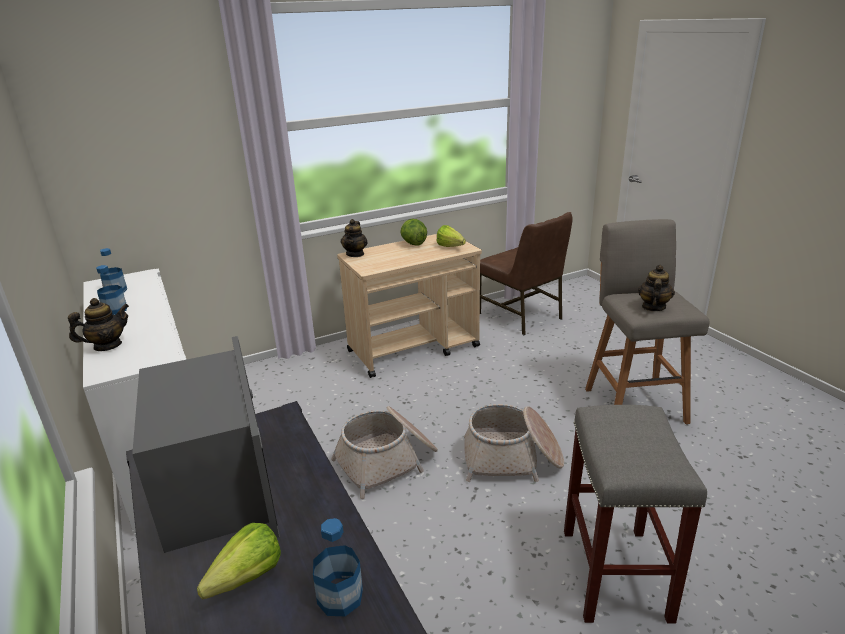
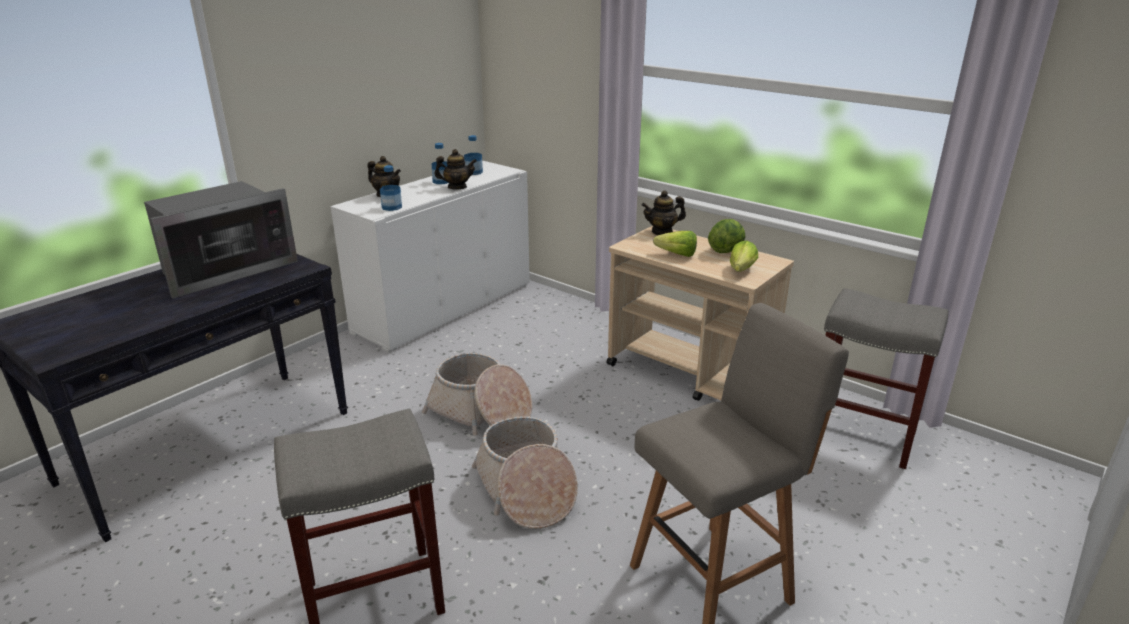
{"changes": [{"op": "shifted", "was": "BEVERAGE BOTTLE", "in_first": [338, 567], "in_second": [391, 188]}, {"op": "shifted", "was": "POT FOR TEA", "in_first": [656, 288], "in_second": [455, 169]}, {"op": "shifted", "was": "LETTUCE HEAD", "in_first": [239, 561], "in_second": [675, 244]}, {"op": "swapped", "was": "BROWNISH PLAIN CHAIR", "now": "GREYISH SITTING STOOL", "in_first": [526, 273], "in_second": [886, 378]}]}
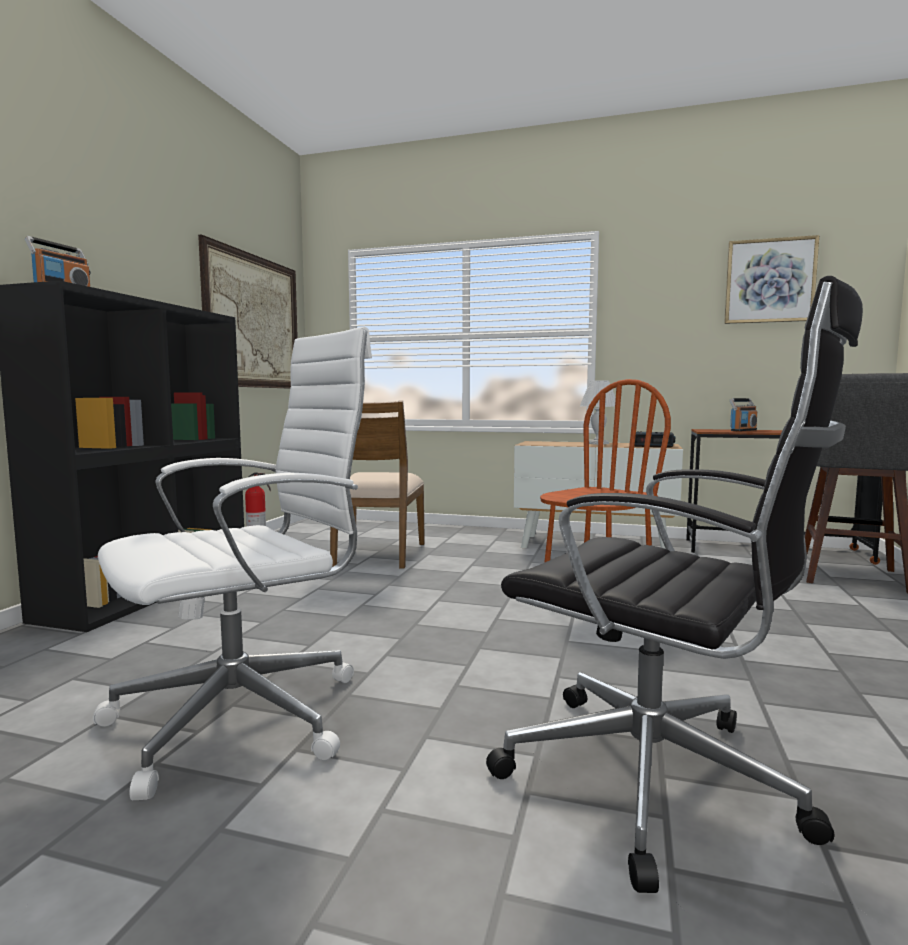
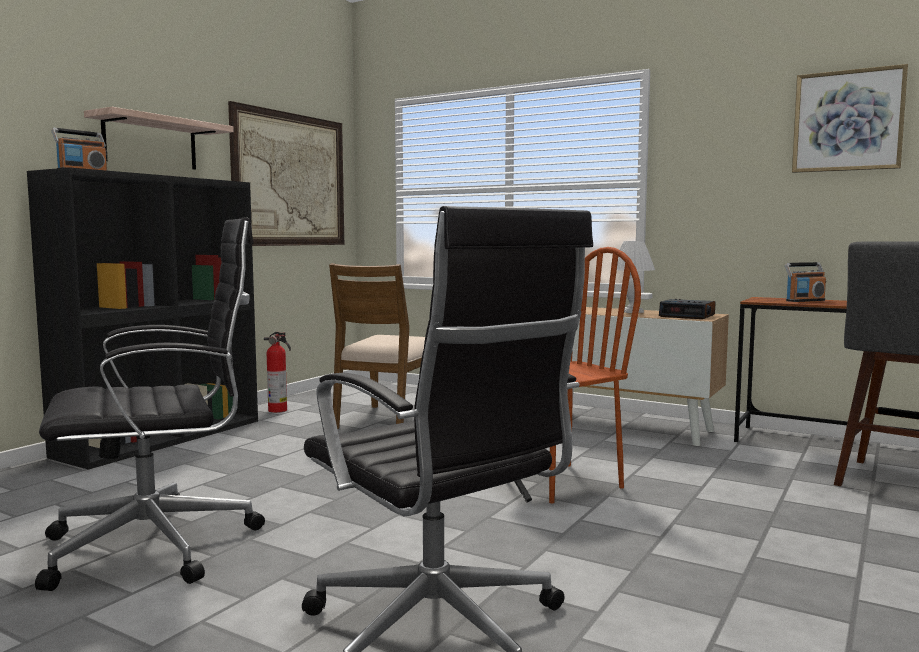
{"changes": [{"op": "repainted", "was": "WHITE-COLOURED OFFICE CHAIR", "now": "BLACK-COLOURED OFFICE CHAIR", "in_first": [232, 563], "in_second": [150, 404]}, {"op": "new", "now": "SHELF", "in_second": [159, 138]}]}
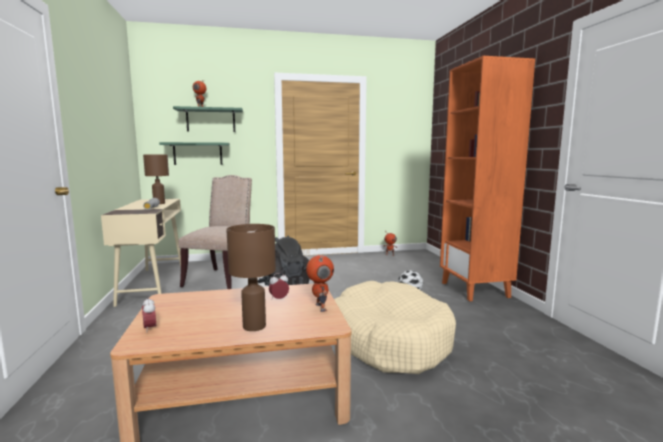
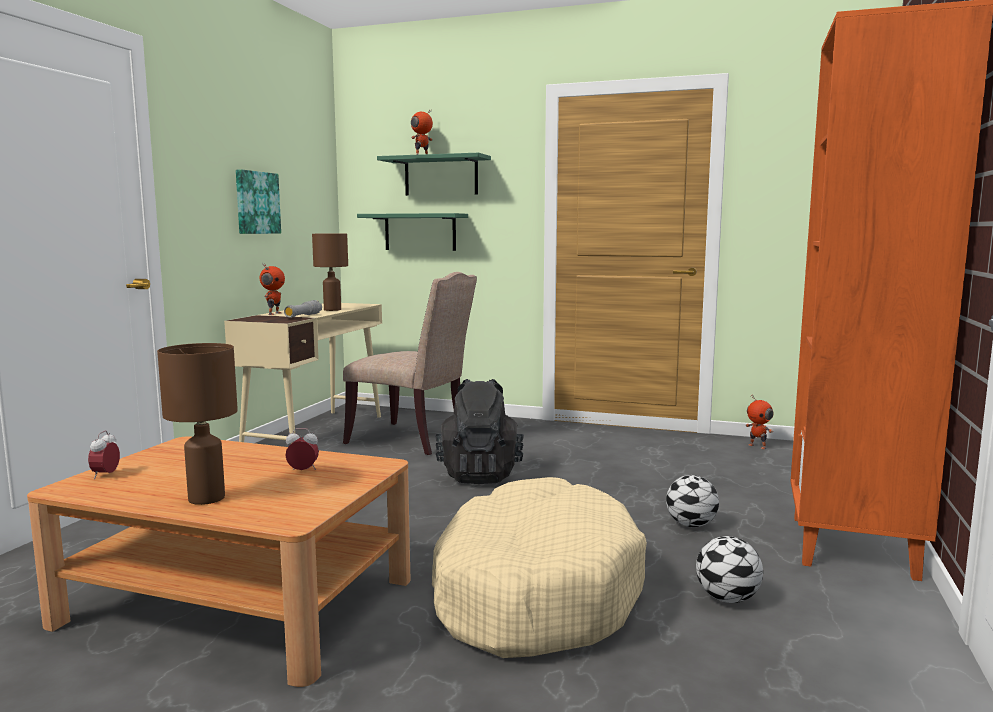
{"changes": [{"op": "new", "now": "PICTURE", "in_second": [258, 201]}, {"op": "shifted", "was": "MODEL ROBOT", "in_first": [320, 283], "in_second": [272, 289]}, {"op": "rotated", "was": "SAND-COLOURED PLAIN CHAIR", "in_first": [215, 232], "in_second": [410, 363], "clockwise": 75}, {"op": "new", "now": "FOOTBALL", "in_second": [729, 569]}]}
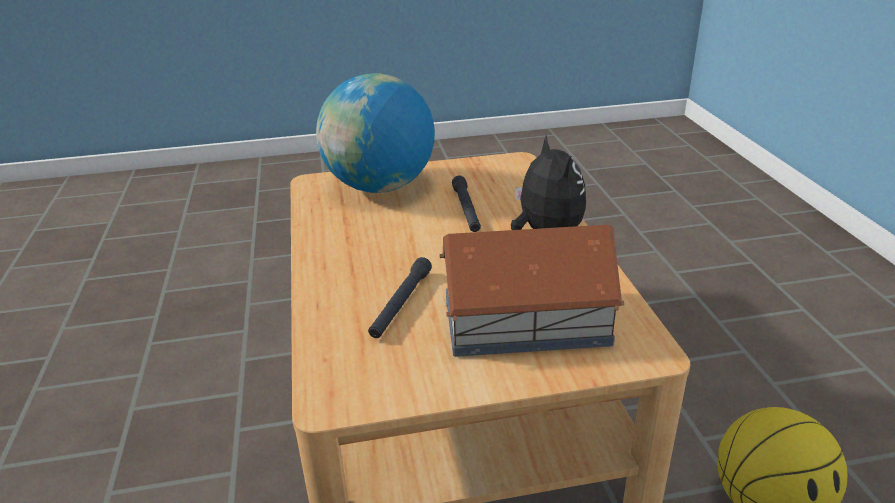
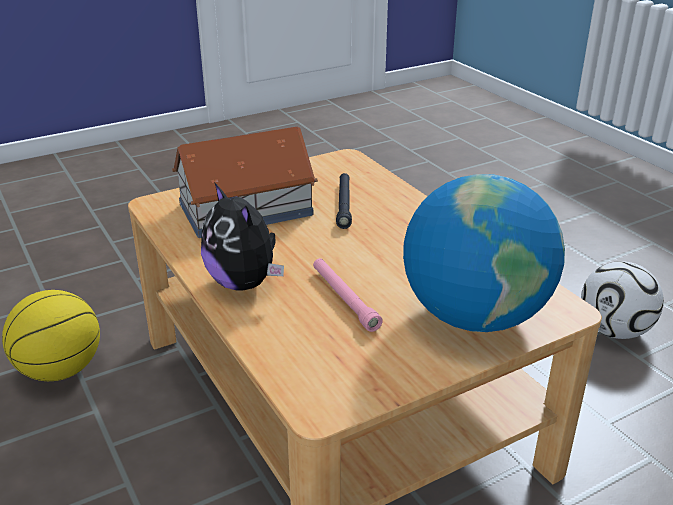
{"changes": [{"op": "repainted", "was": "BLACK-COLOURED FLASHLIGHT", "now": "PINK-COLOURED FLASHLIGHT", "in_first": [466, 204], "in_second": [348, 295]}, {"op": "new", "now": "FOOTBALL", "in_second": [622, 300]}]}
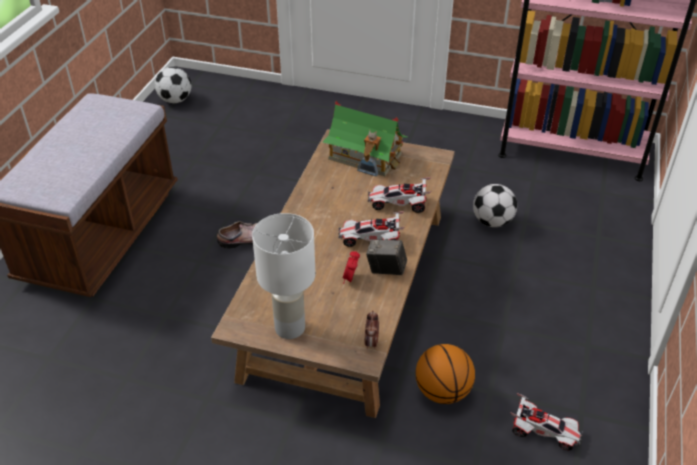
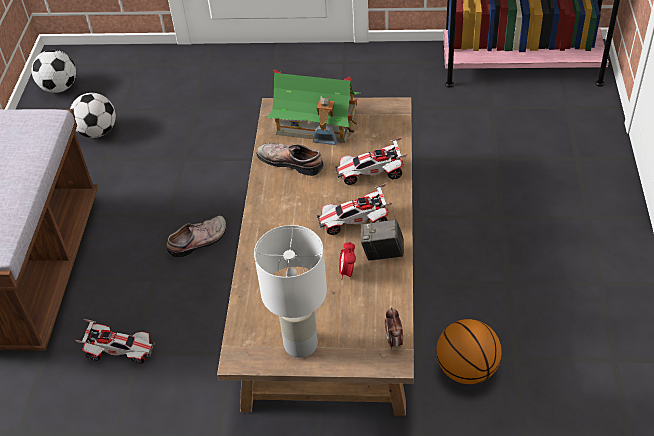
{"changes": [{"op": "shifted", "was": "FOOTBALL", "in_first": [495, 205], "in_second": [93, 115]}, {"op": "shifted", "was": "MINIATURE CAR", "in_first": [546, 421], "in_second": [115, 341]}, {"op": "new", "now": "ITEM OF FOOTWEAR", "in_second": [290, 159]}]}
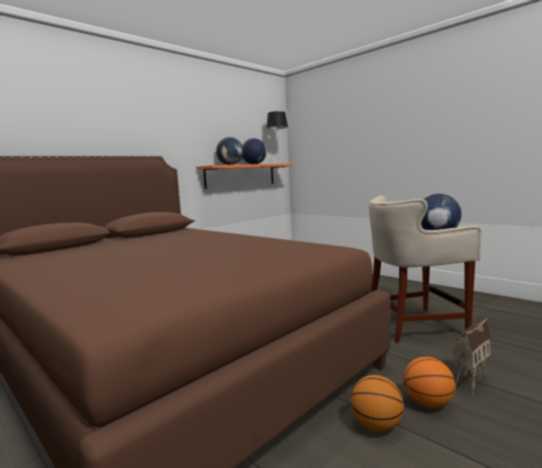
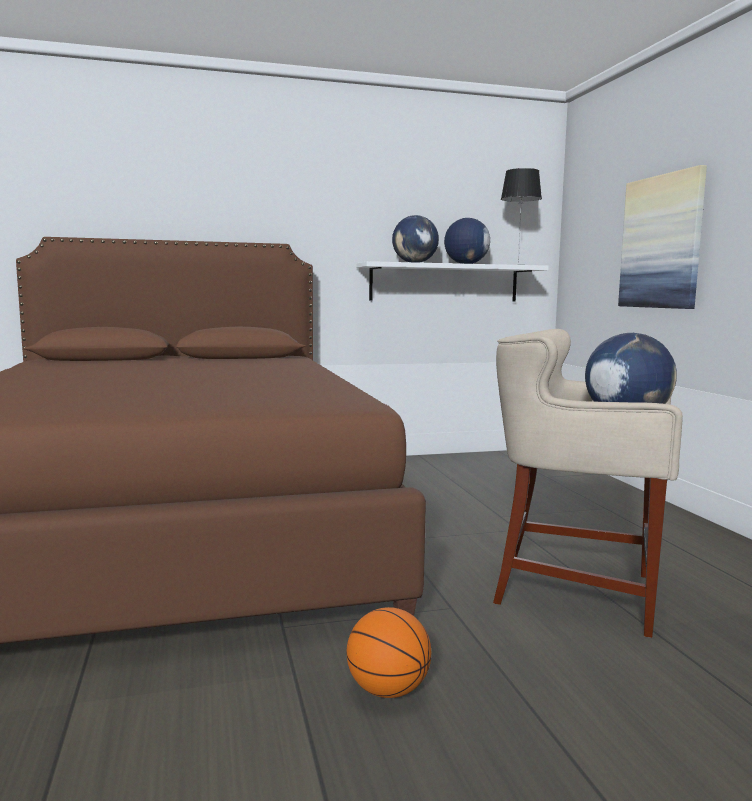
{"changes": [{"op": "repainted", "was": "ORANGE-COLOURED SHELF", "now": "WHITE-COLOURED SHELF", "in_first": [245, 176], "in_second": [452, 281]}, {"op": "new", "now": "PICTURE", "in_second": [662, 237]}, {"op": "gone", "was": "BALL FOR BASKETBALL", "in_first": [377, 403]}, {"op": "gone", "was": "MINIATURE HOUSE", "in_first": [471, 357]}]}
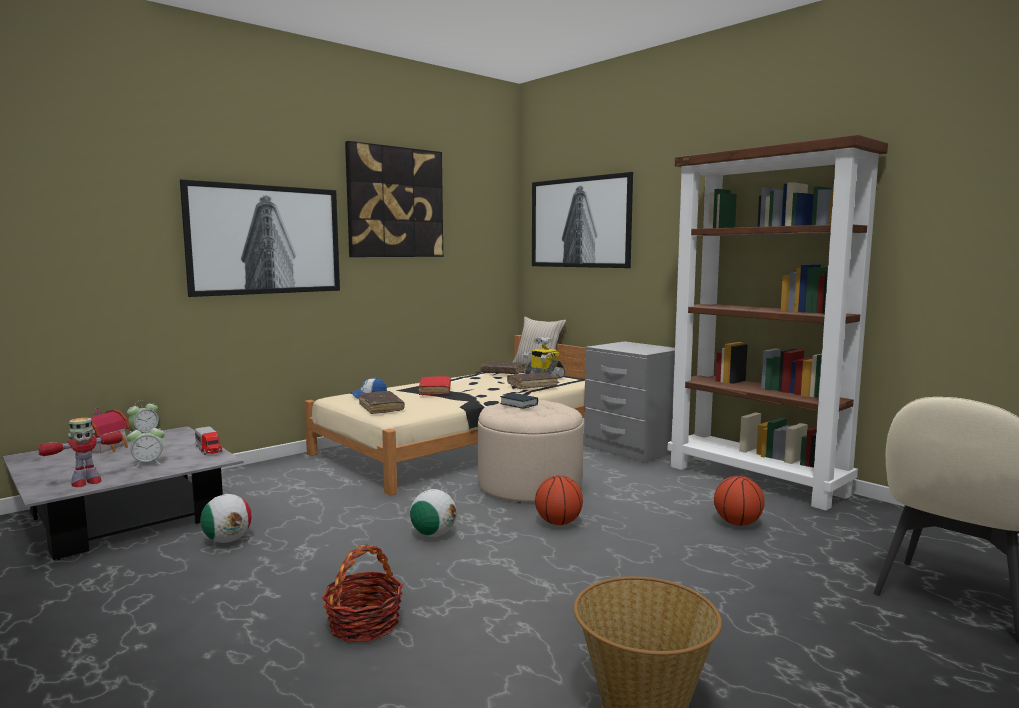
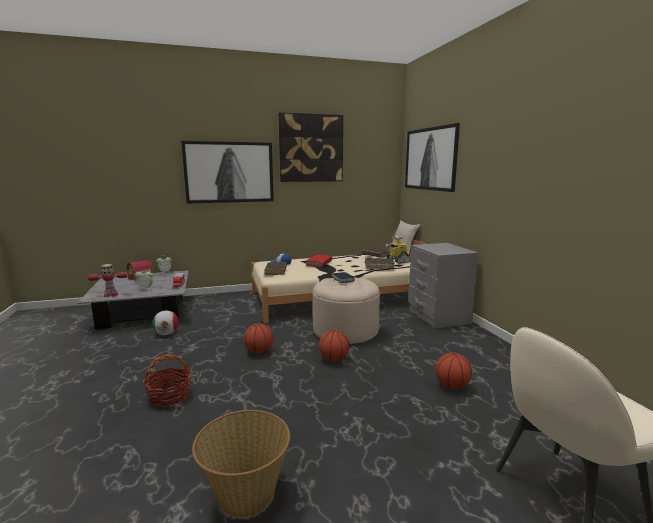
{"changes": [{"op": "swapped", "was": "FOOTBALL", "now": "BALL FOR BASKETBALL", "in_first": [433, 513], "in_second": [259, 338]}, {"op": "gone", "was": "BROWNISH SHELVING UNIT", "in_first": [777, 323]}]}
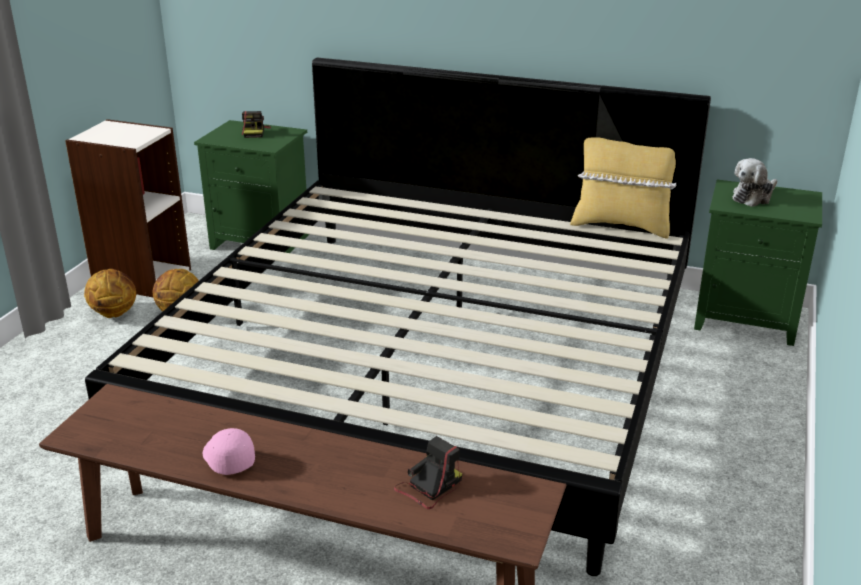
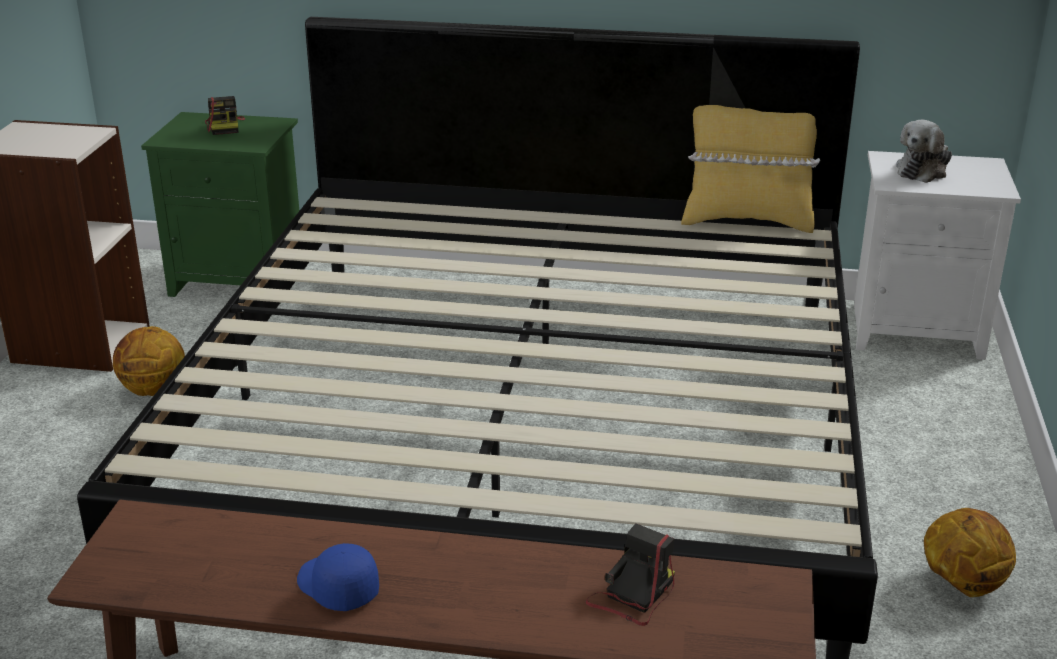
{"changes": [{"op": "repainted", "was": "PINK-COLOURED BASEBALL CAP", "now": "BLUE-COLOURED BASEBALL CAP", "in_first": [229, 451], "in_second": [338, 577]}, {"op": "repainted", "was": "GREEN BEDSIDE TABLE", "now": "WHITE-COLOURED BEDSIDE TABLE", "in_first": [758, 263], "in_second": [937, 255]}, {"op": "shifted", "was": "BALL FOR BASKETBALL", "in_first": [110, 293], "in_second": [970, 552]}]}
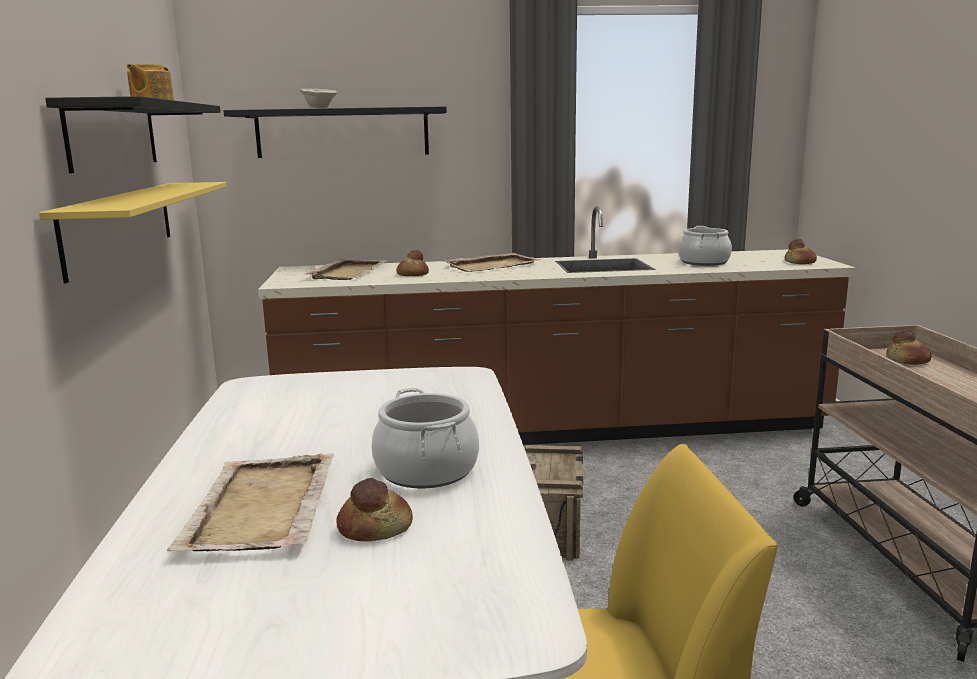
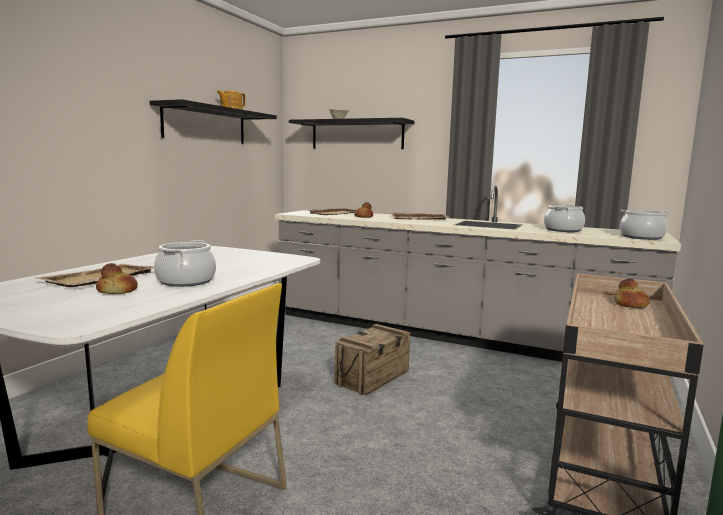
{"changes": [{"op": "repainted", "was": "BROWNISH KITCHEN COUNTER", "now": "GREYISH KITCHEN COUNTER", "in_first": [557, 325], "in_second": [478, 273]}, {"op": "swapped", "was": "BREAD", "now": "COOKING POT", "in_first": [801, 251], "in_second": [645, 225]}, {"op": "gone", "was": "YELLOW-COLOURED SHELF", "in_first": [133, 232]}]}
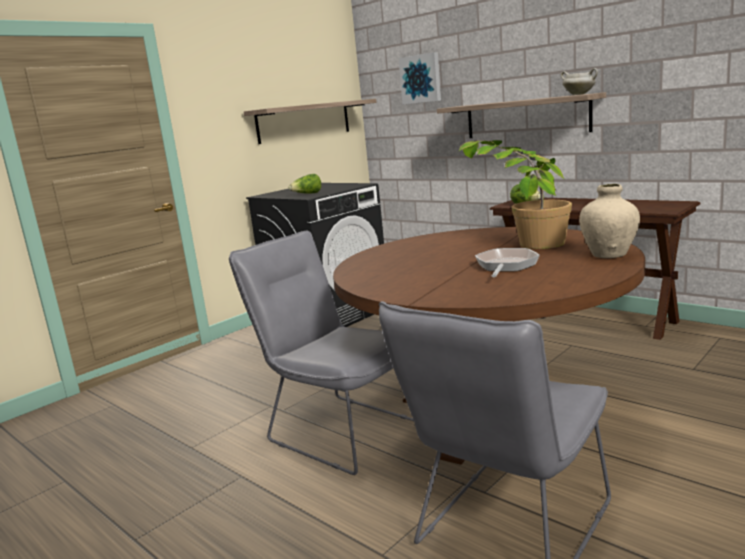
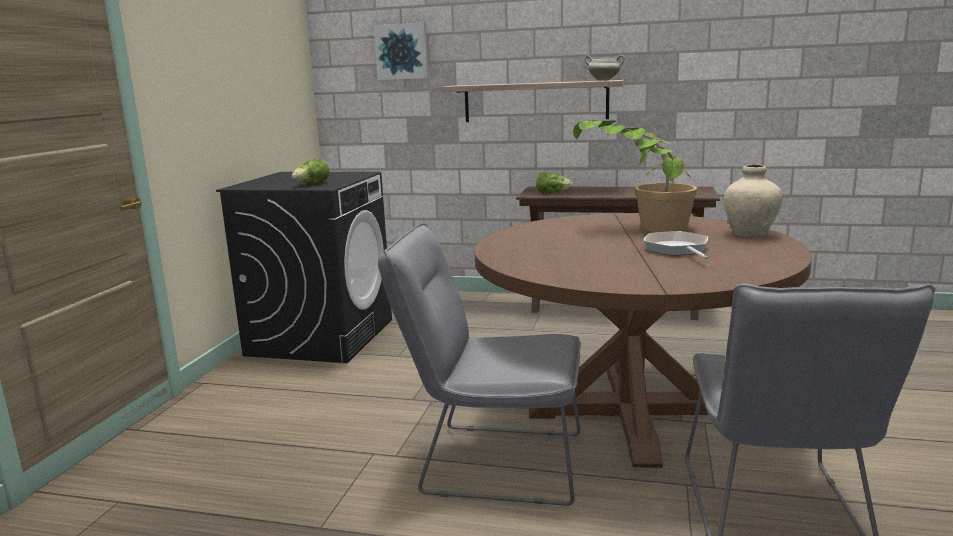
{"changes": [{"op": "gone", "was": "SHELF", "in_first": [310, 121]}]}
